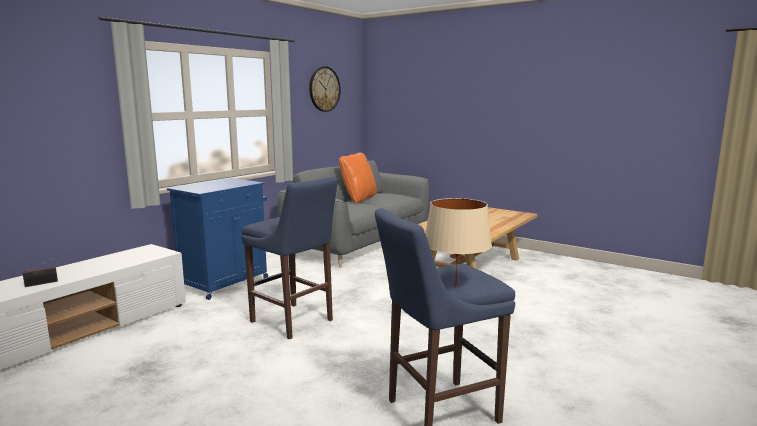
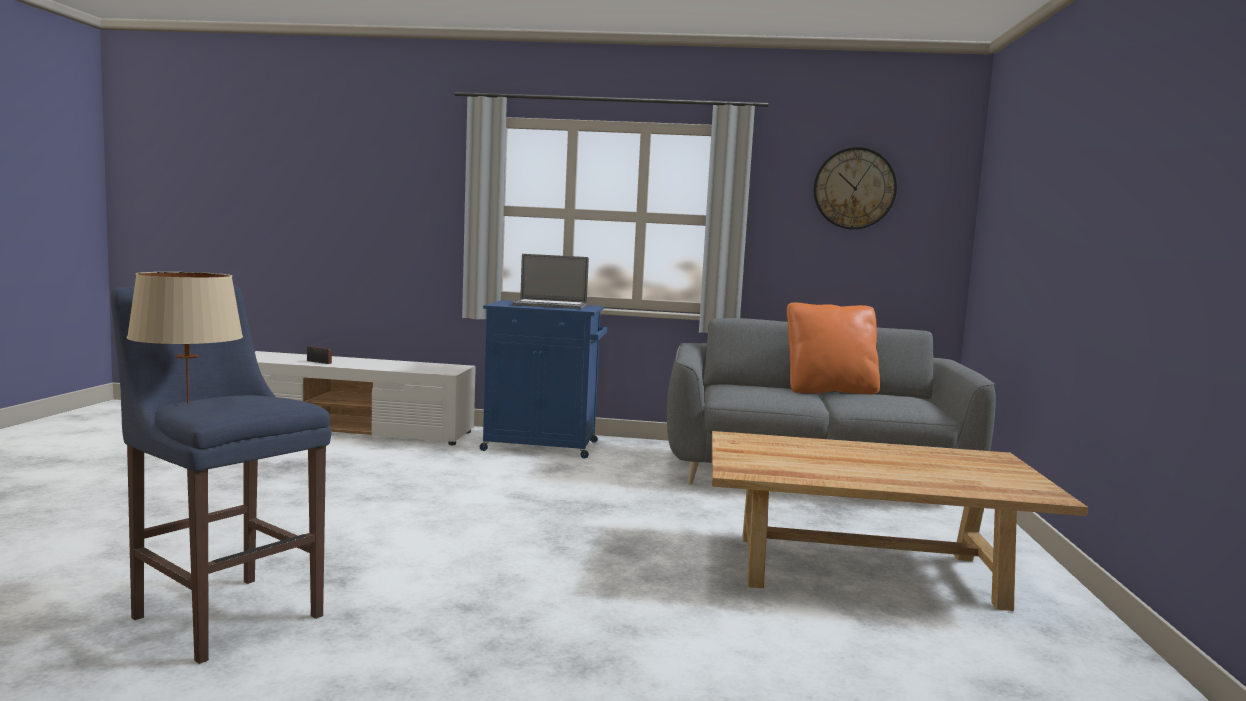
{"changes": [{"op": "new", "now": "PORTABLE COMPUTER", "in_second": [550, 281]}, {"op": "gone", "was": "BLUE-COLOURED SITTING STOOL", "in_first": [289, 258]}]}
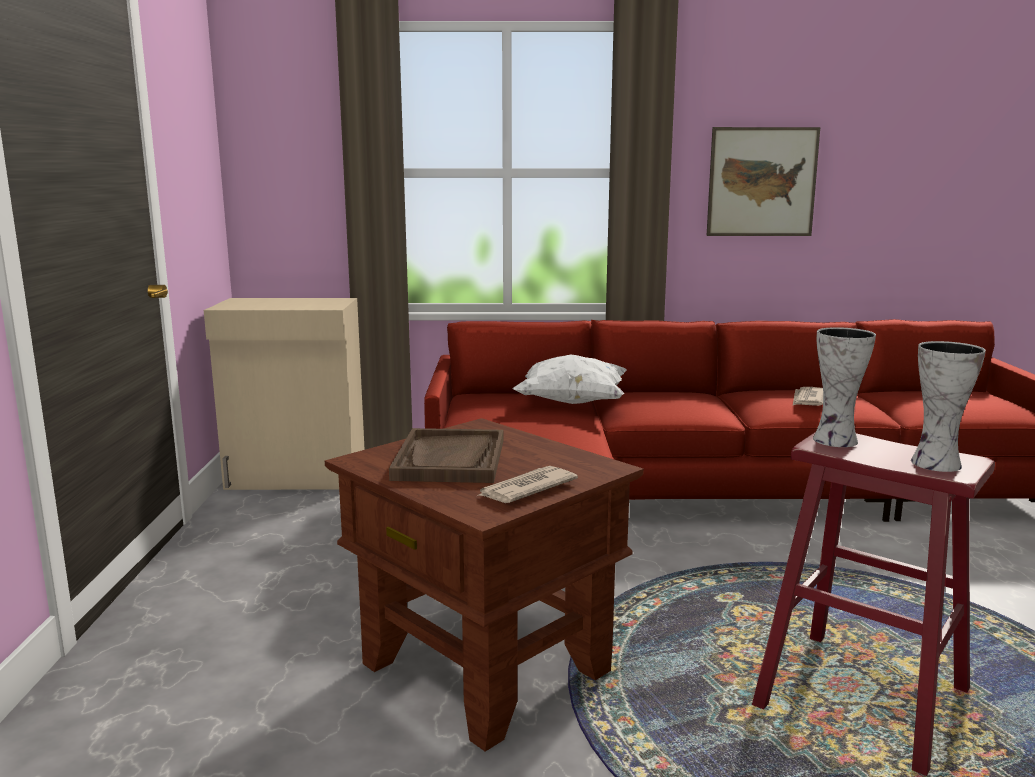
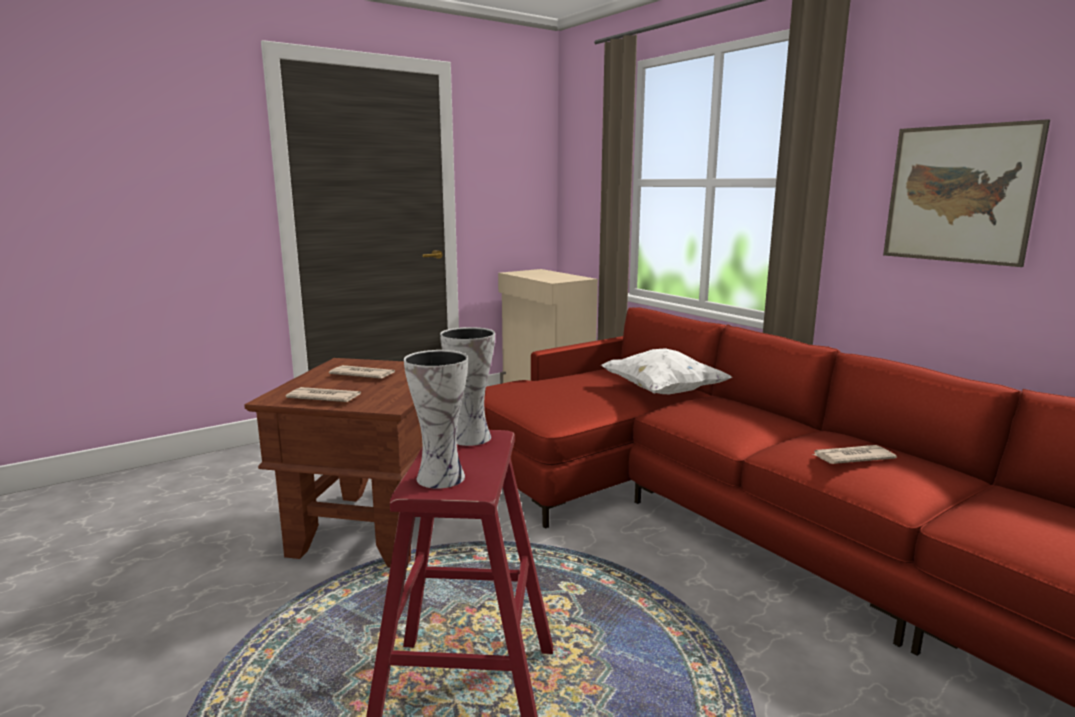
{"changes": [{"op": "swapped", "was": "BROWNISH SERVING TRAY", "now": "NEWSPAPER", "in_first": [446, 455], "in_second": [362, 372]}]}
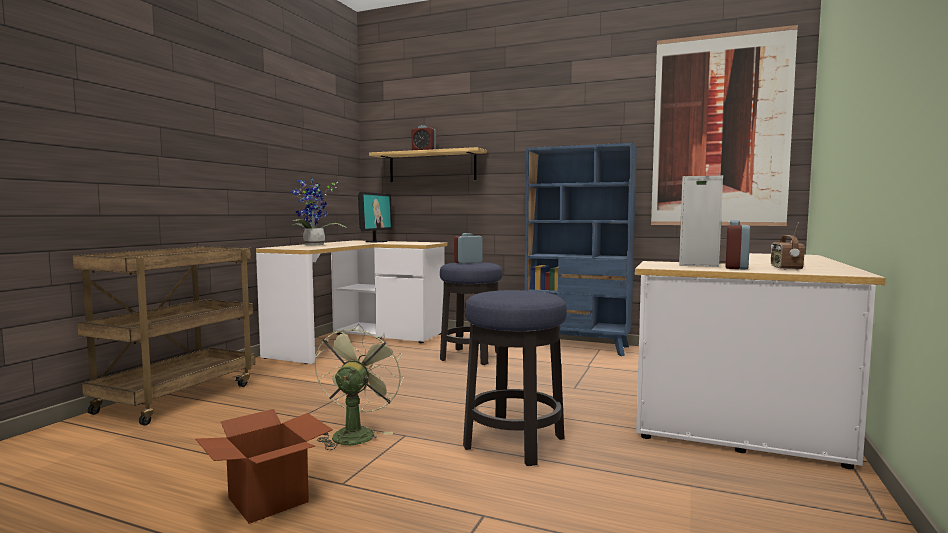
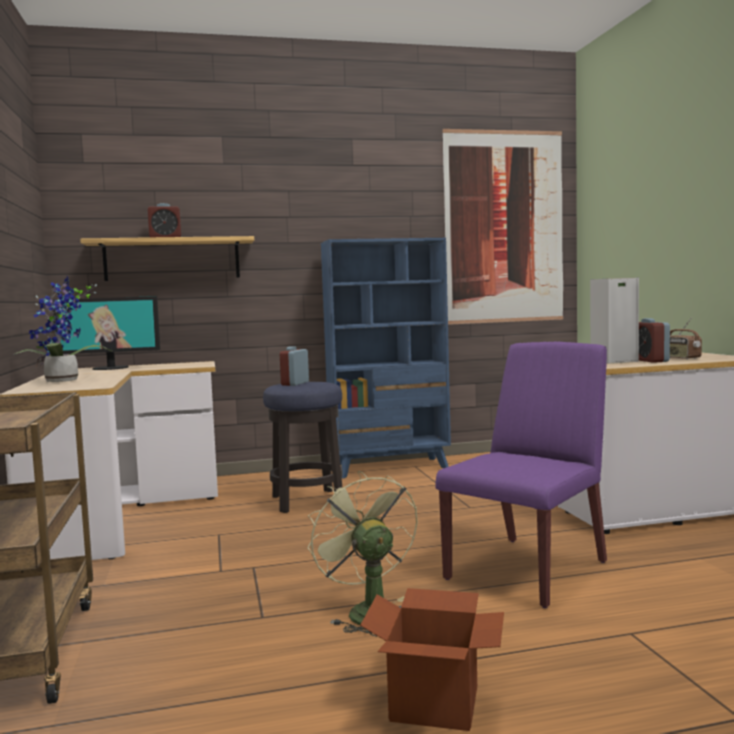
{"changes": [{"op": "rotated", "was": "COMPUTER SCREEN", "in_first": [375, 217], "in_second": [106, 333], "clockwise": 105}, {"op": "swapped", "was": "SITTING STOOL", "now": "PURPLISH PLAIN CHAIR", "in_first": [515, 378], "in_second": [521, 475]}]}
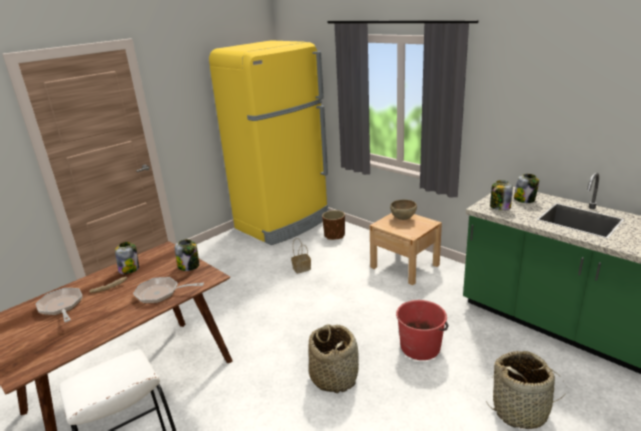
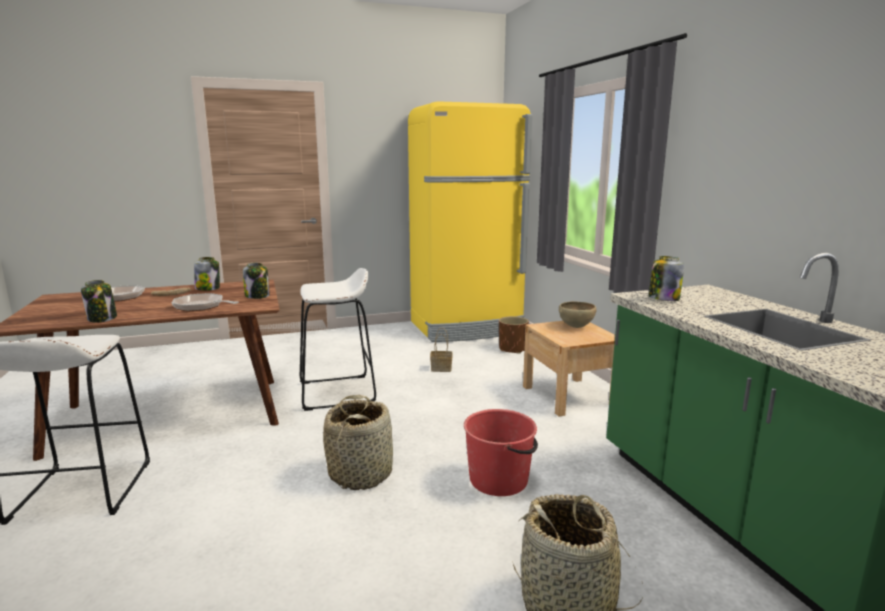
{"changes": [{"op": "shifted", "was": "STORAGE JAR", "in_first": [526, 188], "in_second": [99, 301]}, {"op": "new", "now": "WHITE-COLOURED SITTING STOOL", "in_second": [338, 339]}]}
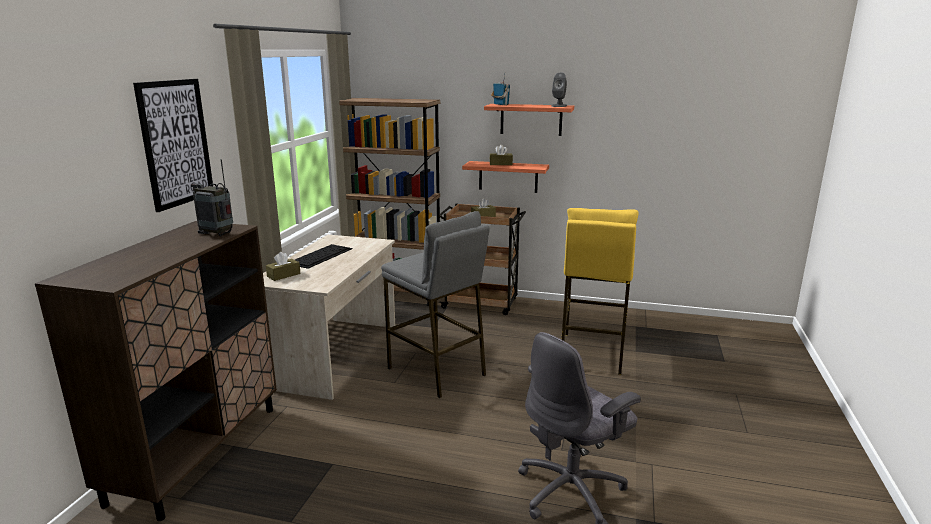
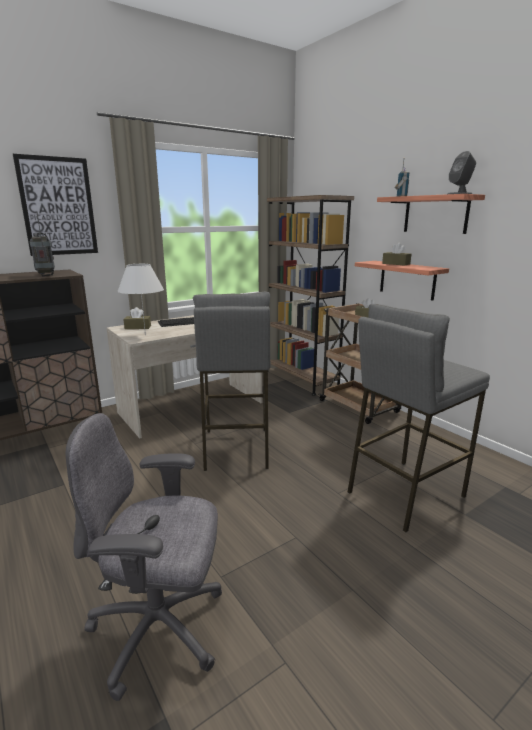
{"changes": [{"op": "new", "now": "WHITE-COLOURED TABLETOP LAMP", "in_second": [140, 300]}, {"op": "repainted", "was": "YELLOW-COLOURED SITTING STOOL", "now": "GREYISH SITTING STOOL", "in_first": [600, 291], "in_second": [419, 418]}]}
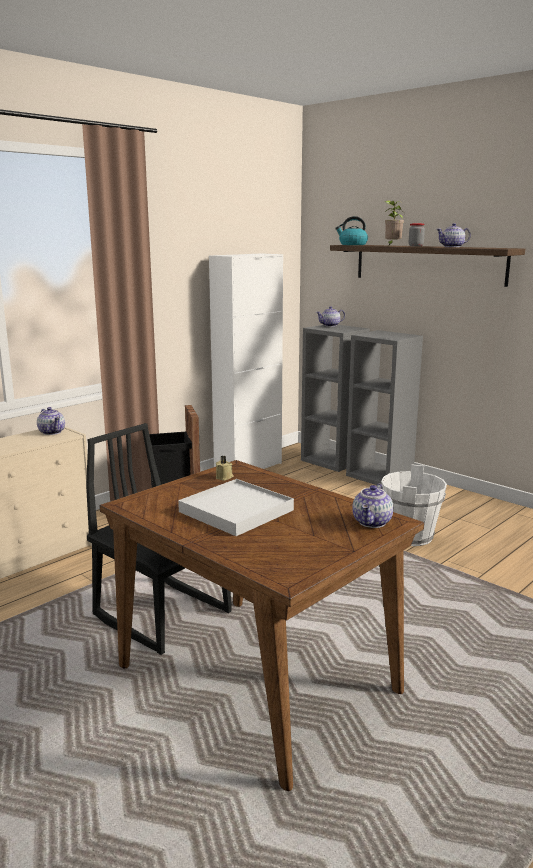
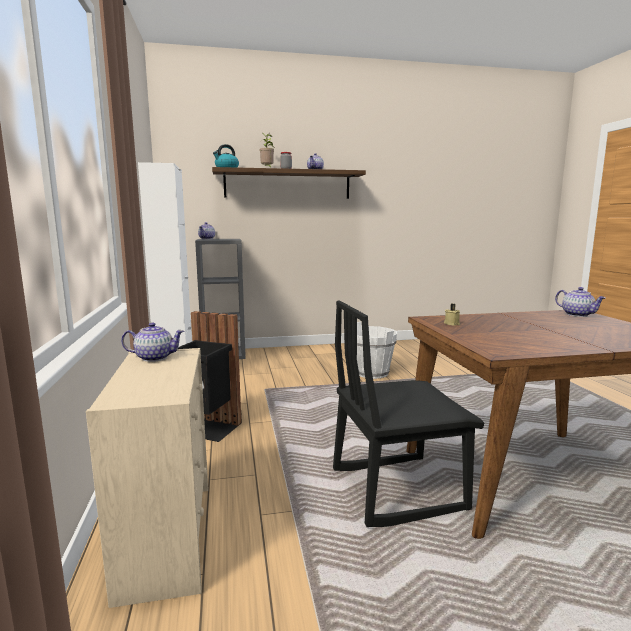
{"changes": [{"op": "gone", "was": "WHITE-COLOURED SERVING TRAY", "in_first": [236, 507]}, {"op": "gone", "was": "GREYISH SHELVING UNIT", "in_first": [384, 407]}]}
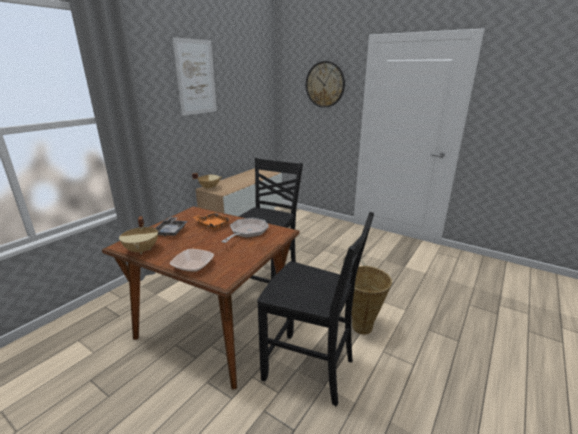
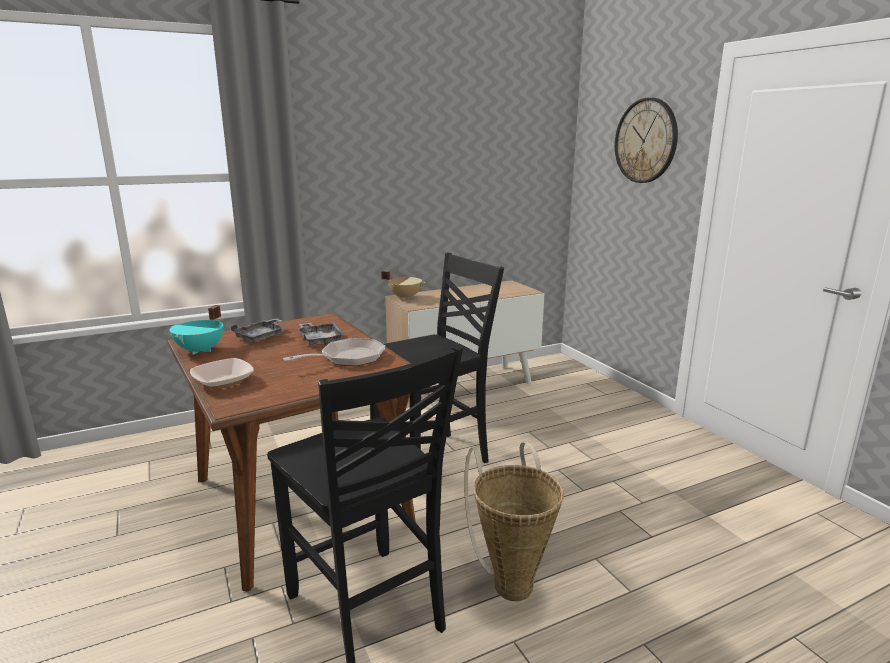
{"changes": [{"op": "repainted", "was": "SAND-COLOURED COOKING POT", "now": "BLUE-GREEN COOKING POT", "in_first": [138, 235], "in_second": [196, 330]}, {"op": "repainted", "was": "ORANGE-COLOURED SERVING TRAY", "now": "GREYISH SERVING TRAY", "in_first": [212, 221], "in_second": [321, 333]}, {"op": "gone", "was": "PICTURE", "in_first": [194, 76]}]}
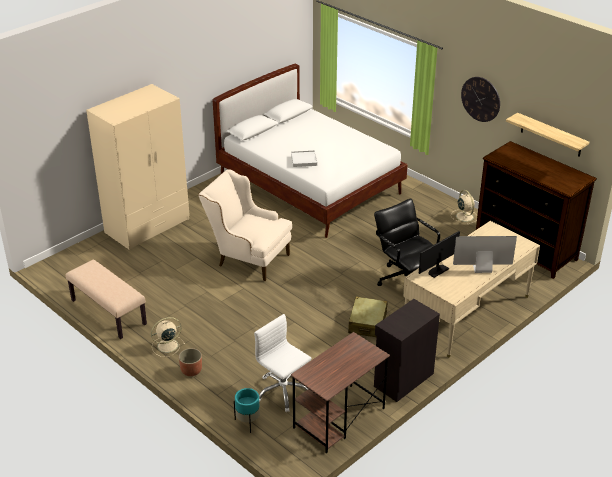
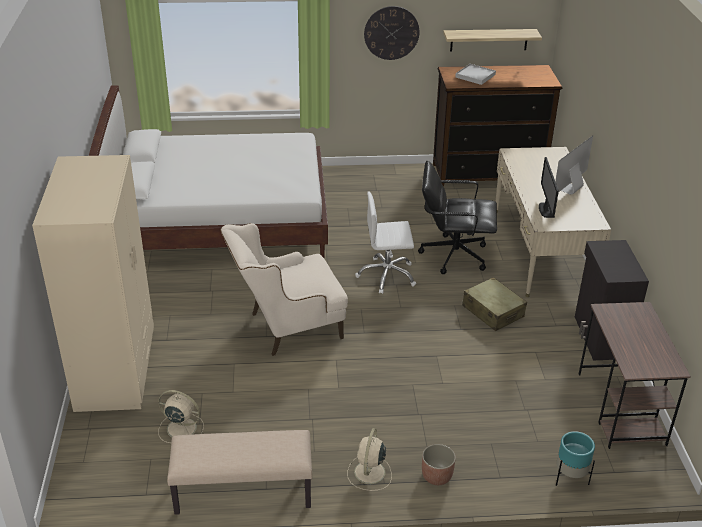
{"changes": [{"op": "shifted", "was": "SAND-COLOURED COOLING FAN", "in_first": [464, 207], "in_second": [181, 416]}, {"op": "shifted", "was": "WHITE-COLOURED OFFICE CHAIR", "in_first": [282, 363], "in_second": [385, 243]}, {"op": "shifted", "was": "WHITE-COLOURED SERVING TRAY", "in_first": [304, 158], "in_second": [475, 74]}]}
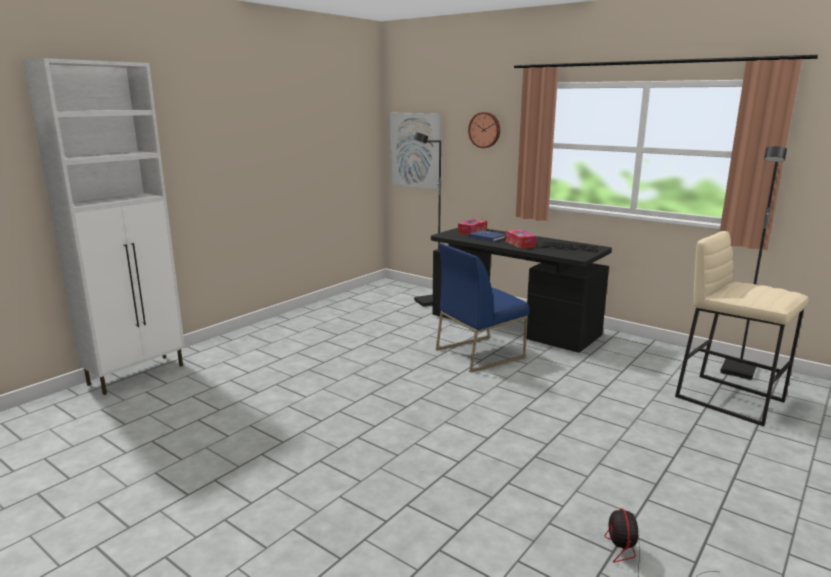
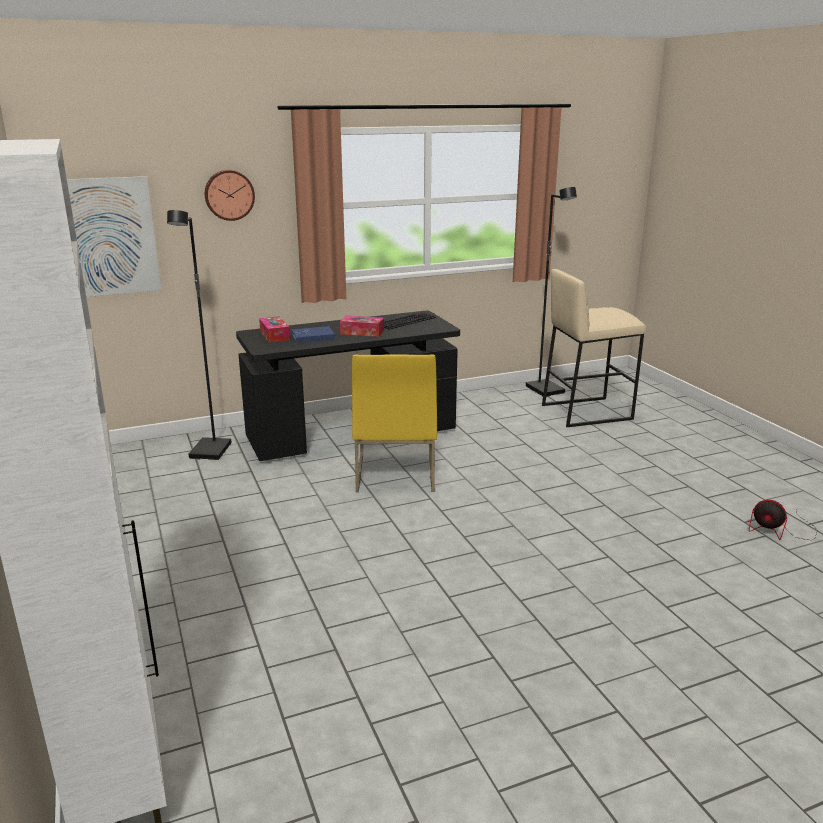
{"changes": [{"op": "repainted", "was": "BLUE-COLOURED PLAIN CHAIR", "now": "YELLOW-COLOURED PLAIN CHAIR", "in_first": [482, 308], "in_second": [394, 423]}]}
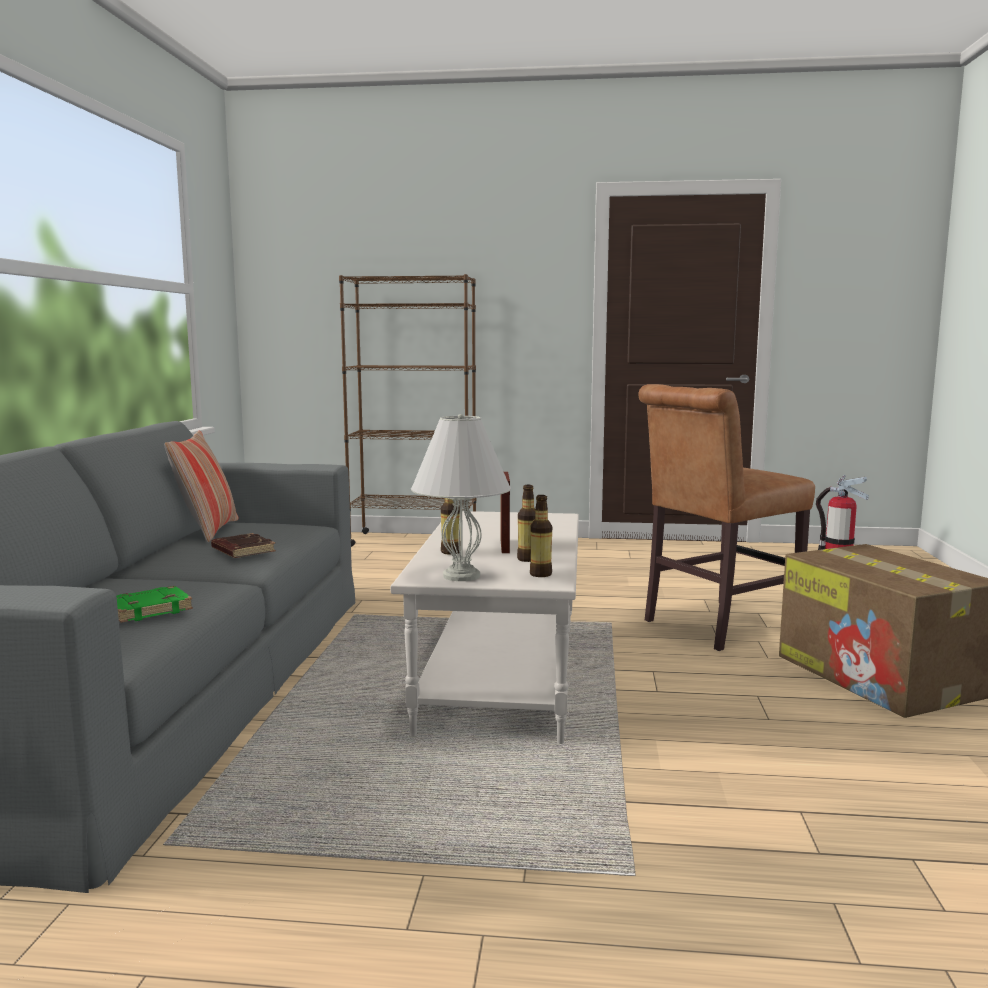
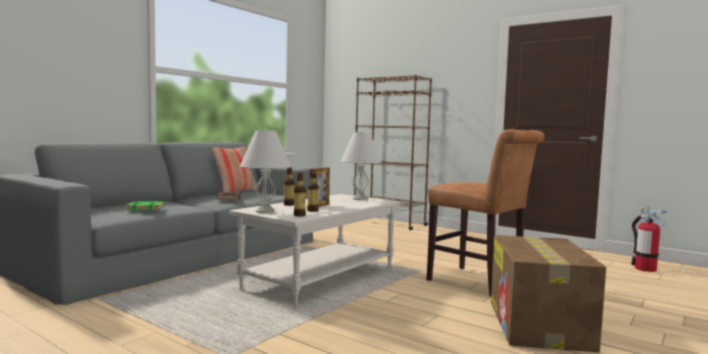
{"changes": [{"op": "new", "now": "WHITE-COLOURED TABLETOP LAMP", "in_second": [361, 165]}, {"op": "rotated", "was": "BROWNISH PLAIN CHAIR", "in_first": [726, 517], "in_second": [486, 213], "clockwise": -135}]}
